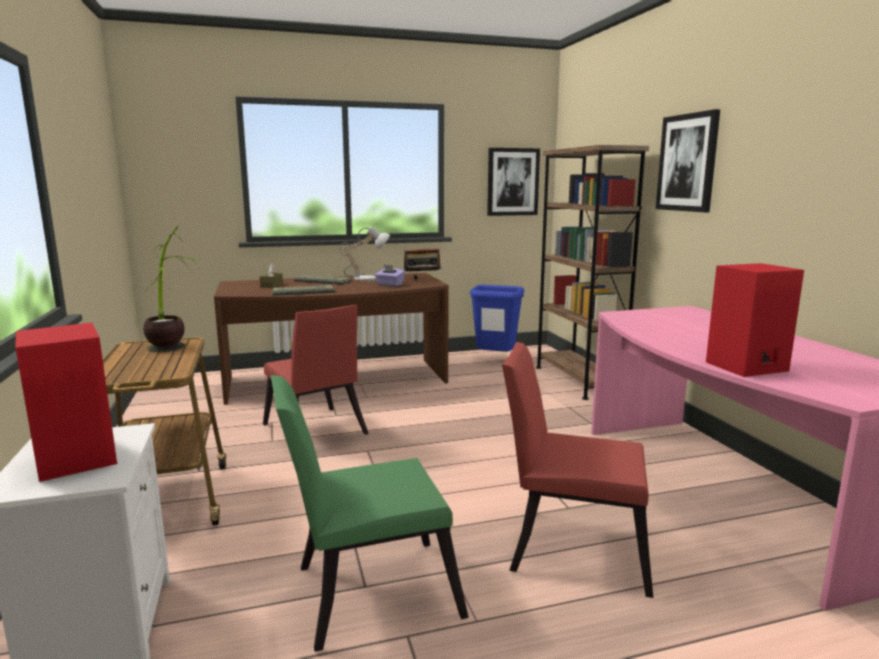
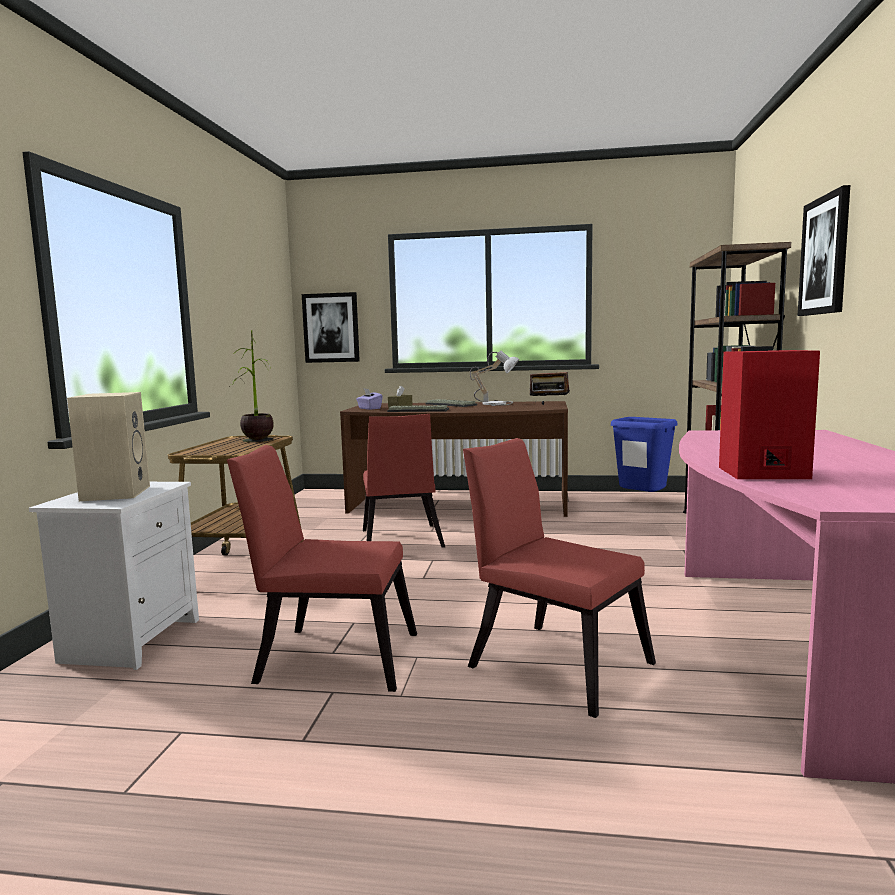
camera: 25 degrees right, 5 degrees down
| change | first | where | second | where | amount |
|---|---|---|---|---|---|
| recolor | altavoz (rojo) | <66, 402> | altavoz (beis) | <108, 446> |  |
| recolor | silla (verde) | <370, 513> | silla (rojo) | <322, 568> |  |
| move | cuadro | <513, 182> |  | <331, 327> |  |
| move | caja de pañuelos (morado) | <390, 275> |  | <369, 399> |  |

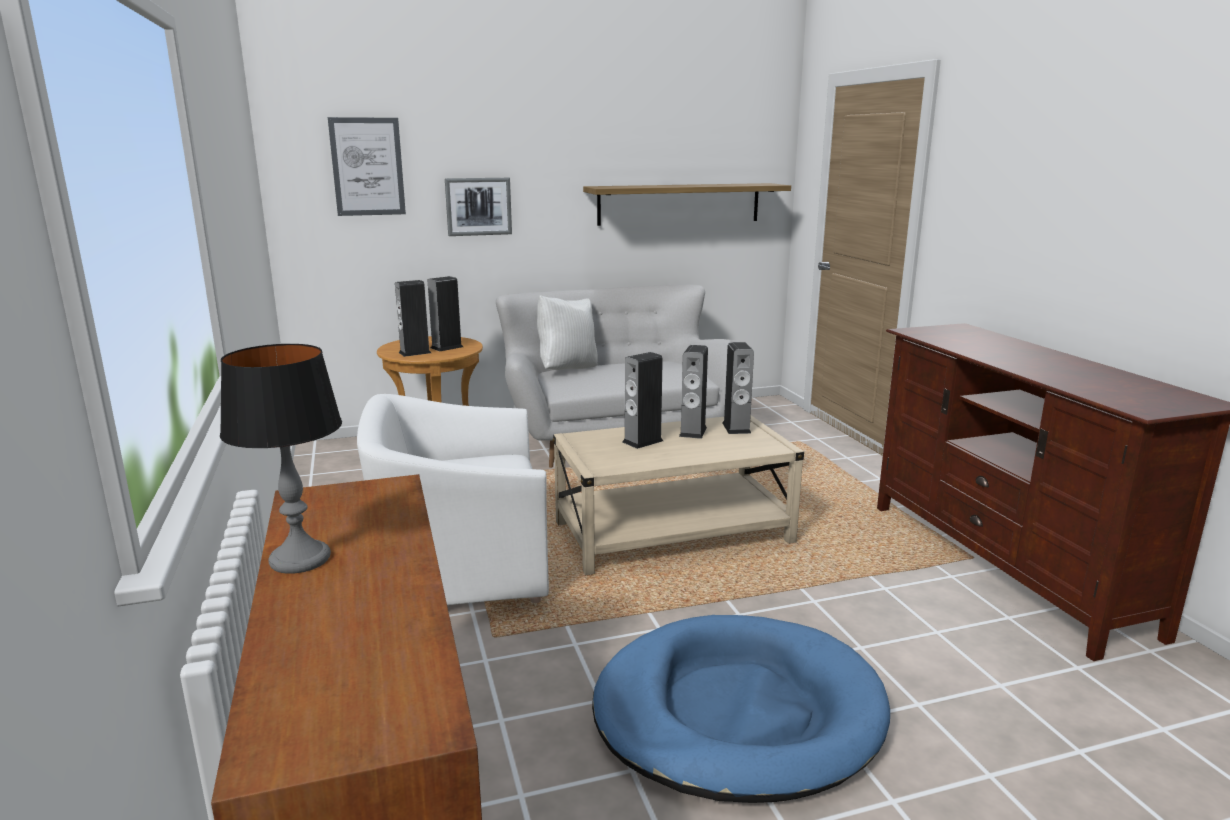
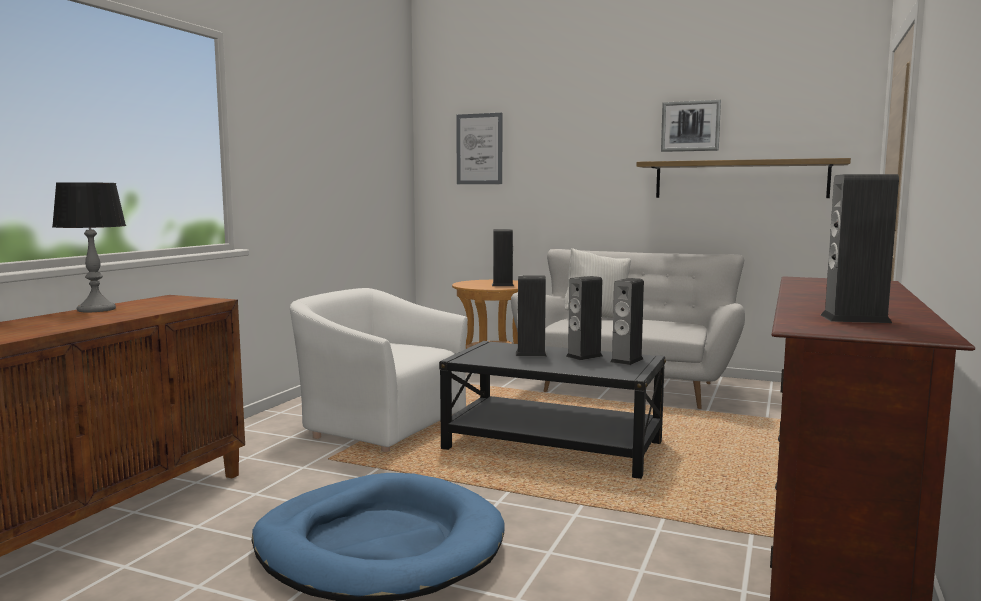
camera: 40 degrees right, 10 degrees down
| change | first | where | second | where | amount |
|---|---|---|---|---|---|
| recolor | mesa de centro (beis) | <678, 495> | mesa de centro (negro) | <552, 410> |  |
| move | cuadro | <478, 207> |  | <691, 126> |  |
| move | altavoz | <413, 318> |  | <860, 248> |  |

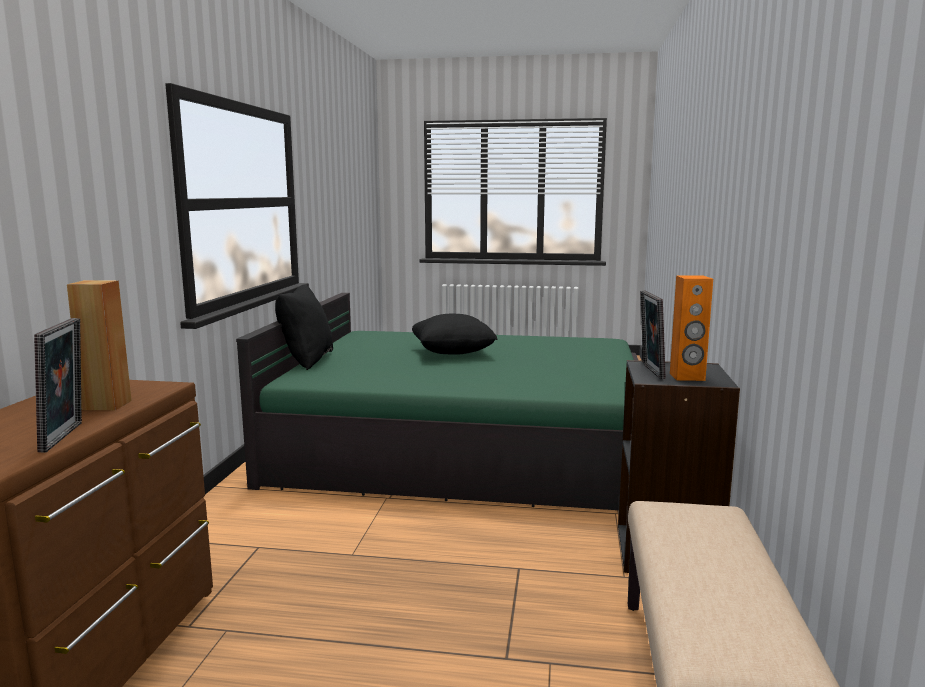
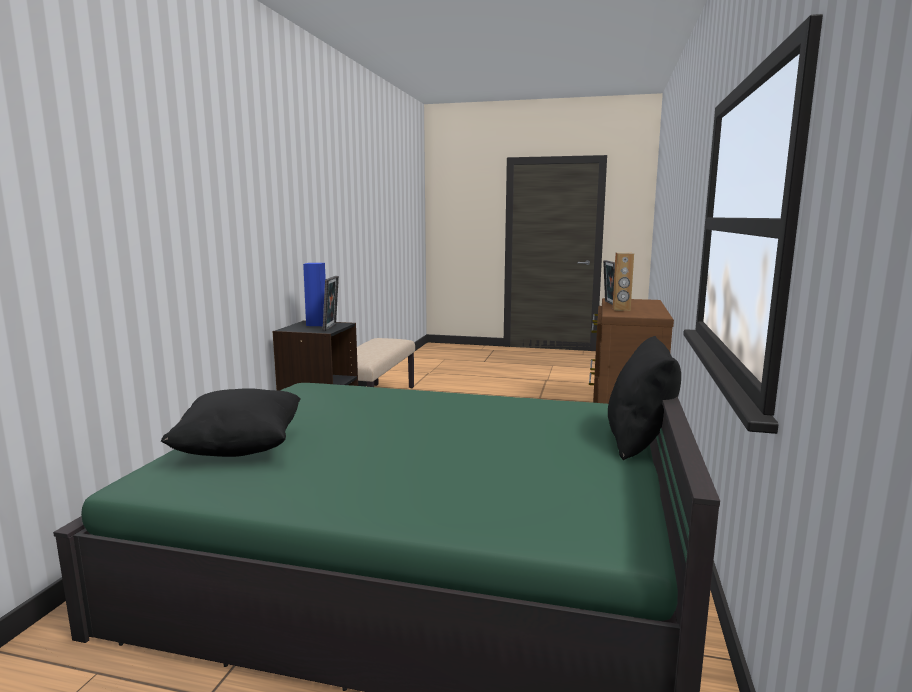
camera: 175 degrees left, 0 degrees up
| change | first | where | second | where | amount |
|---|---|---|---|---|---|
| move | cojín (negro) | <455, 334> |  | <230, 422> |  |
| recolor | altavoz (naranja) | <691, 328> | altavoz (azul) | <314, 294> |  |

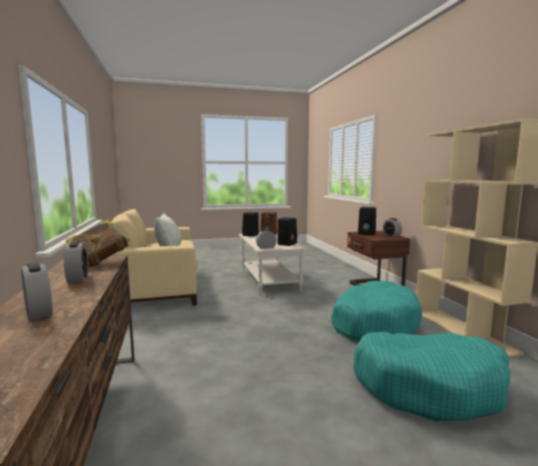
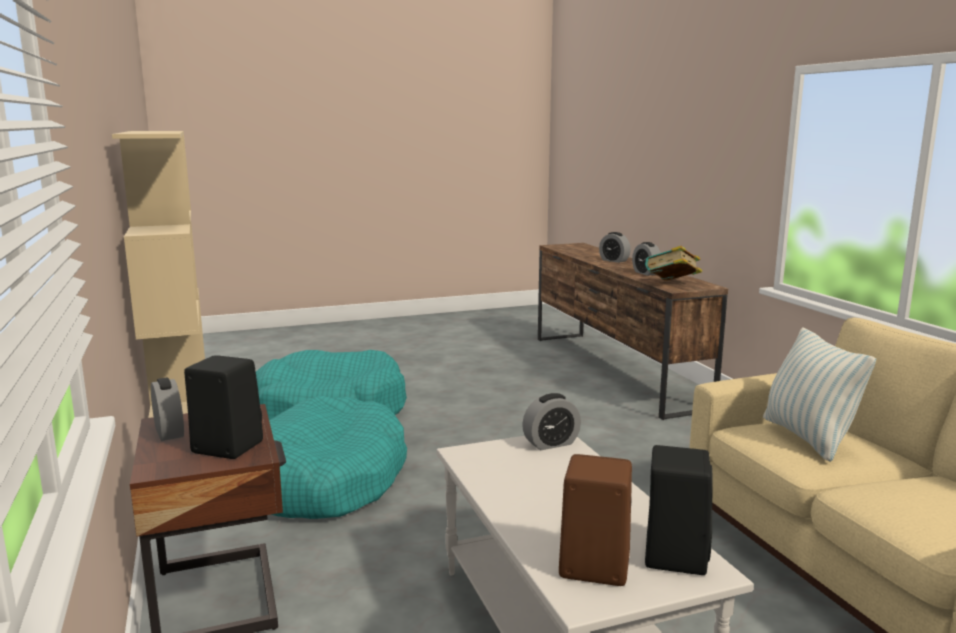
camera: 175 degrees right, 5 degrees up
| change | first | where | second | where | amount |
|---|---|---|---|---|---|
| delete | altavoz (negro) | <287, 231> |  |  |  |

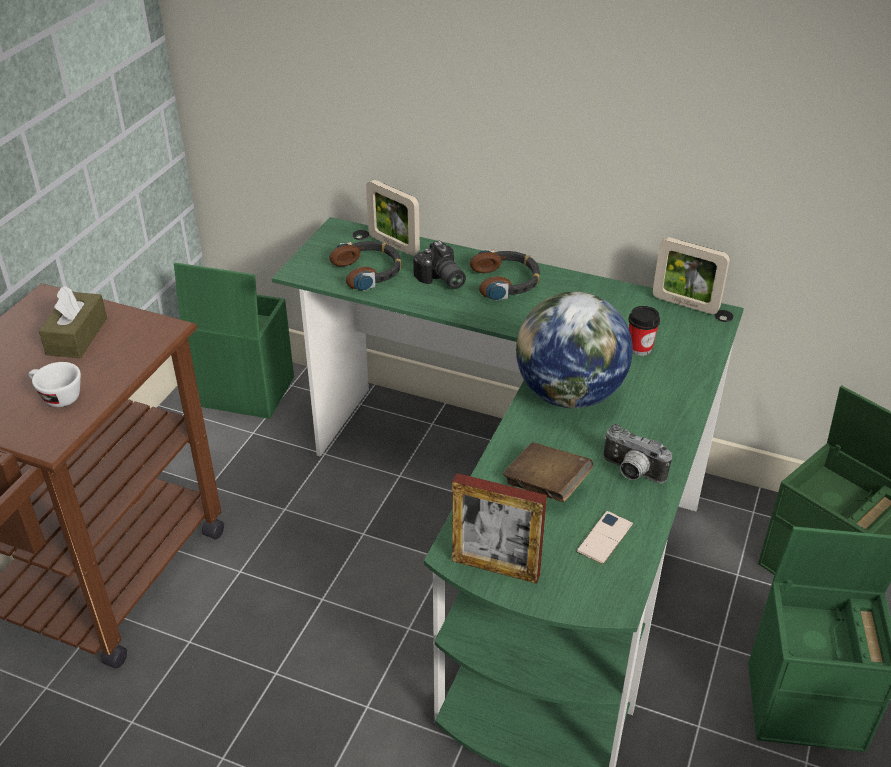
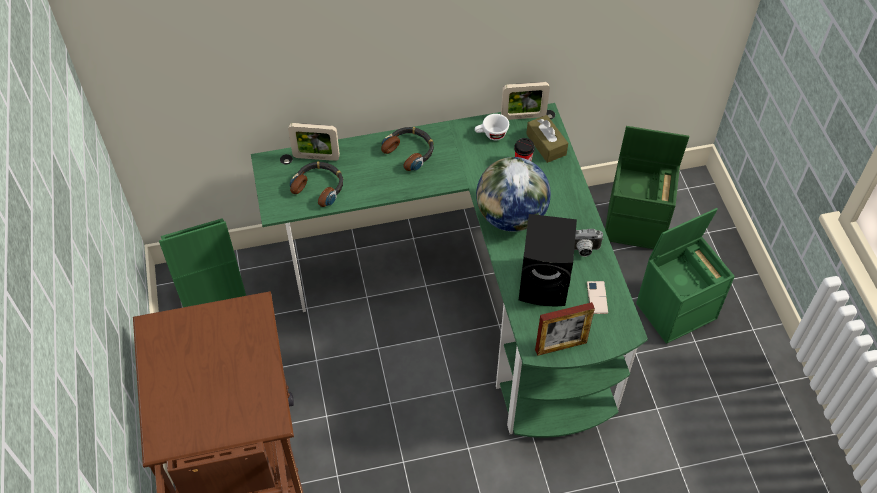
camera: 35 degrees left, 15 degrees up
| change | first | where | second | where | amount |
|---|---|---|---|---|---|
| move | taza (blanco) | <54, 384> |  | <492, 127> |  |
| replace | libro (marrón) | <548, 472> | altavoz (negro) | <548, 260> |  |
| move | caja de pañuelos (marrón) | <73, 322> |  | <547, 139> |  |
| delete | cámara | <439, 265> |  |  |  |

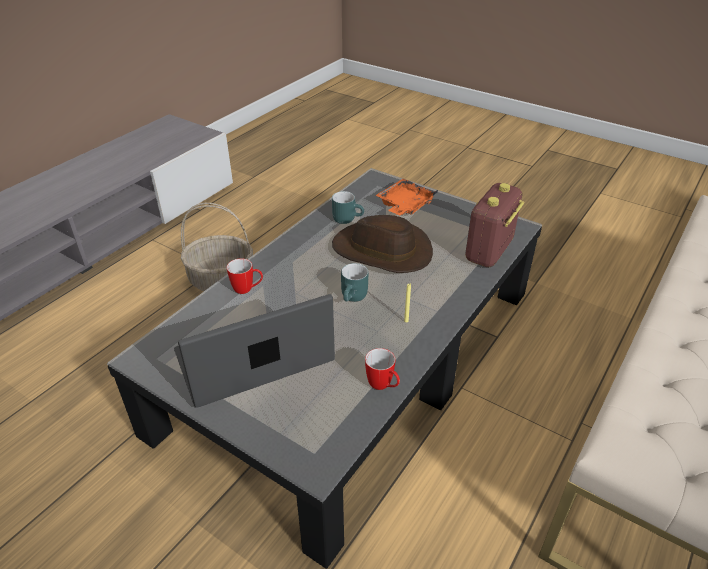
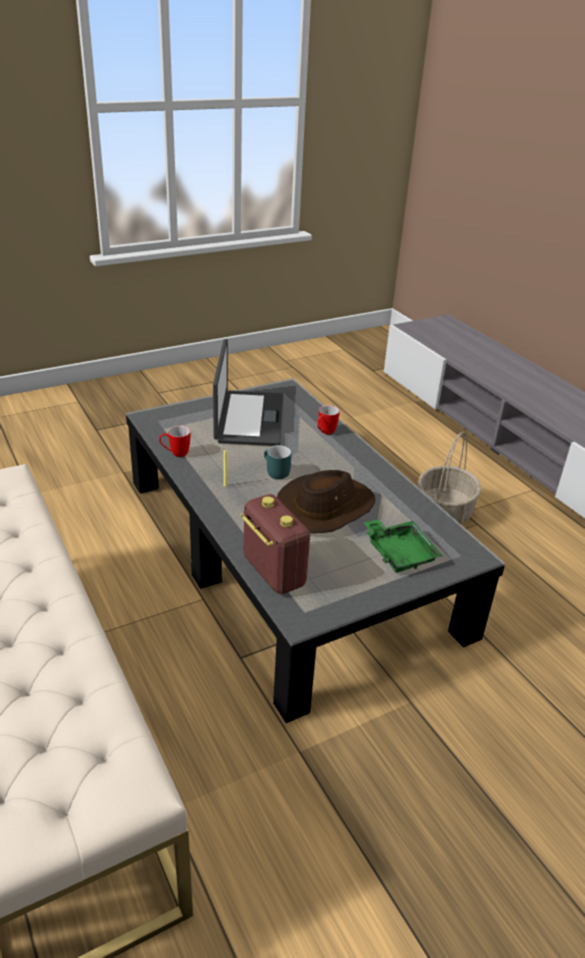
camera: 115 degrees right, 5 degrees down
| change | first | where | second | where | amount |
|---|---|---|---|---|---|
| recolor | bandeja (naranja) | <406, 197> | bandeja (verde) | <403, 546> |  |
| delete | taza grande (turquesa) | <348, 207> |  |  |  |

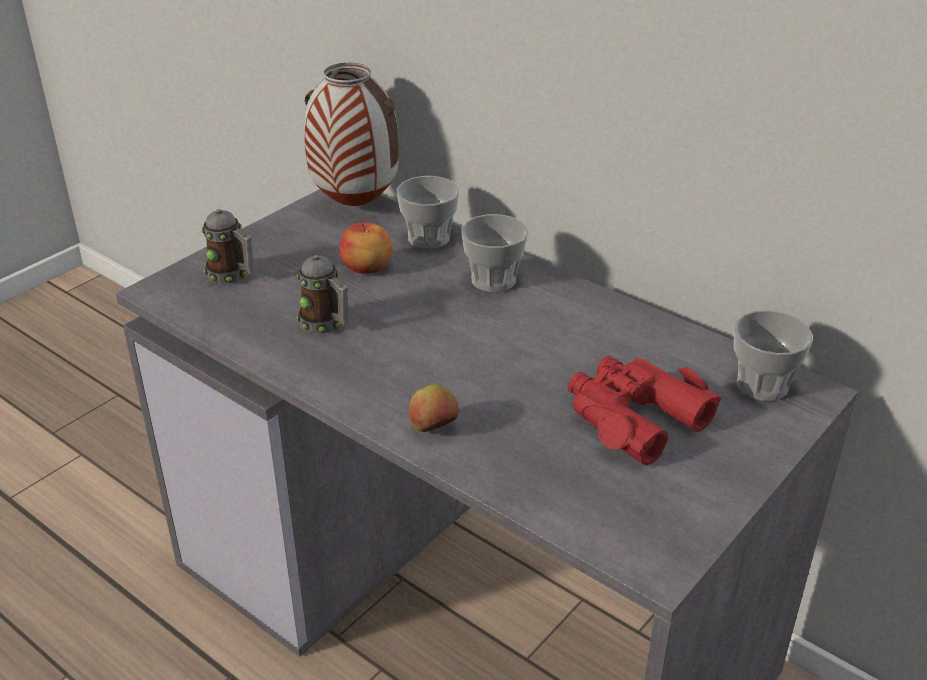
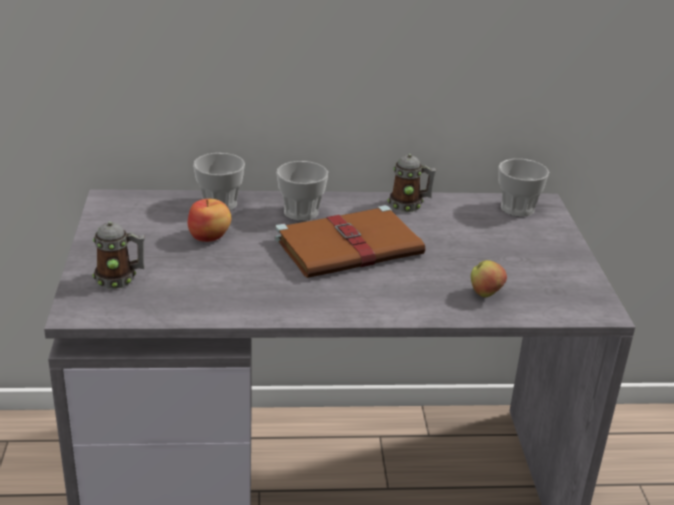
camera: 45 degrees left, 5 degrees down
| change | first | where | second | where | amount |
|---|---|---|---|---|---|
| insert |  |  | libro (marrón) | <350, 241> |  |
| move | taza grande | <323, 294> |  | <412, 183> |  |
| move | manzana | <434, 408> |  | <489, 278> |  |
| delete | florero | <351, 134> |  |  |  |
| delete | prismáticos (rojo) | <644, 410> |  |  |  |

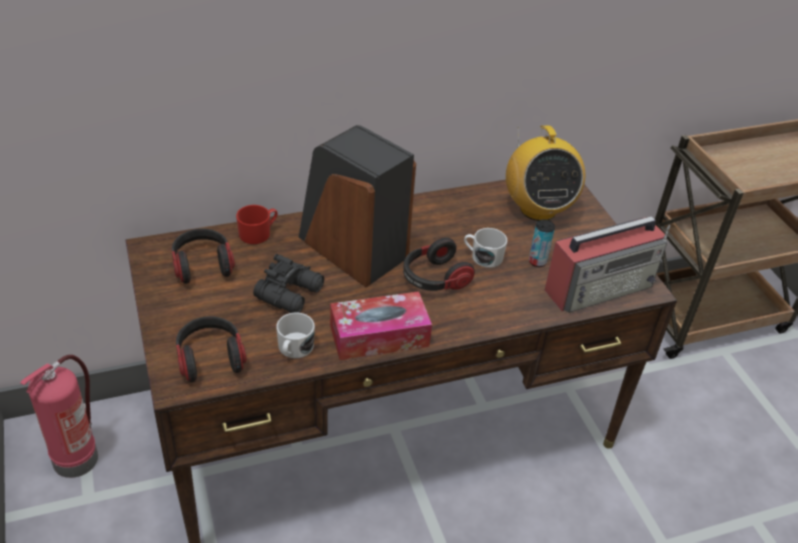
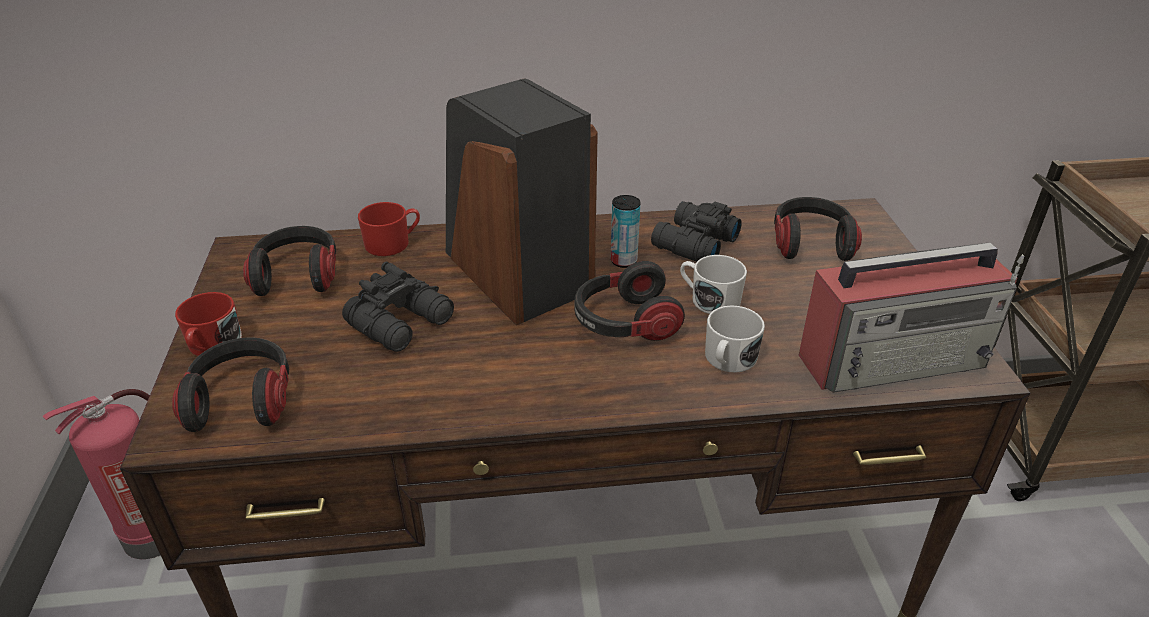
camera: 15 degrees right, 5 degrees down
| change | first | where | second | where | amount |
|---|---|---|---|---|---|
| insert |  |  | taza grande (rojo) | <208, 324> |  |
| move | lata | <542, 243> |  | <626, 231> |  |
| insert |  |  | prismáticos (negro) | <696, 231> |  |
| move | taza grande (blanco) | <295, 335> |  | <735, 339> |  |
| replace | radio | <545, 173> | auriculares | <818, 229> |  |
| delete | caja de pañuelos | <381, 325> |  |  |  |

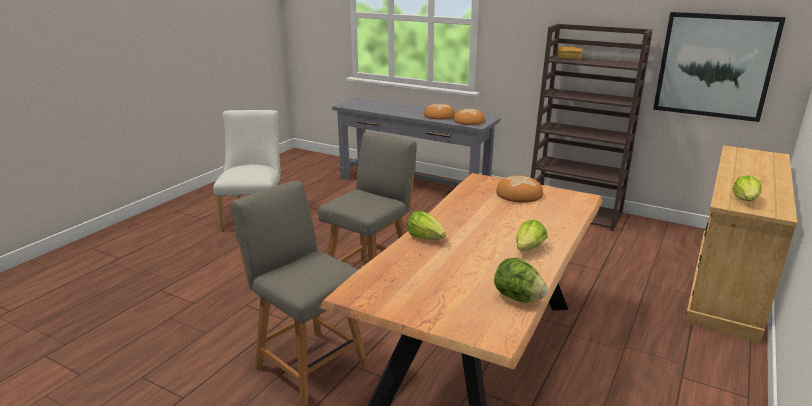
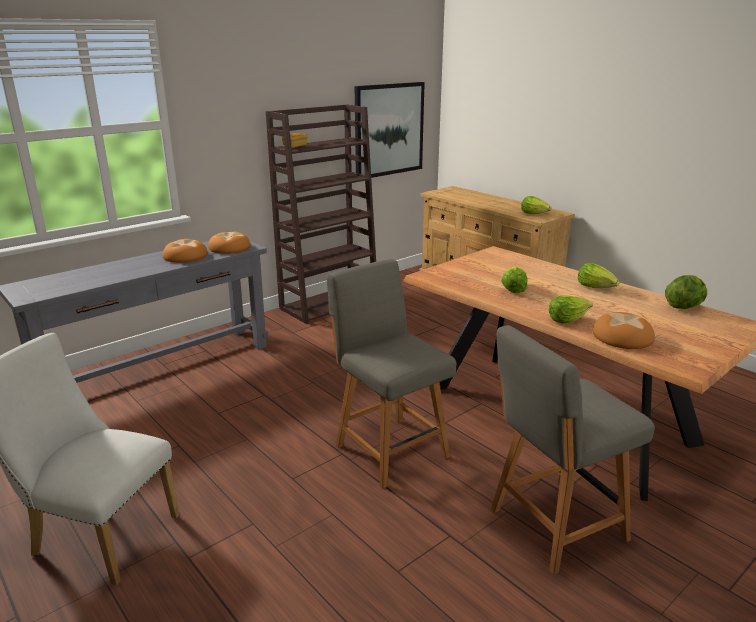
camera: 70 degrees left, 0 degrees up
| change | first | where | second | where | amount |
|---|---|---|---|---|---|
| insert |  |  | lechuga | <514, 280> |  |
| move | pan | <519, 189> |  | <623, 330> |  |

